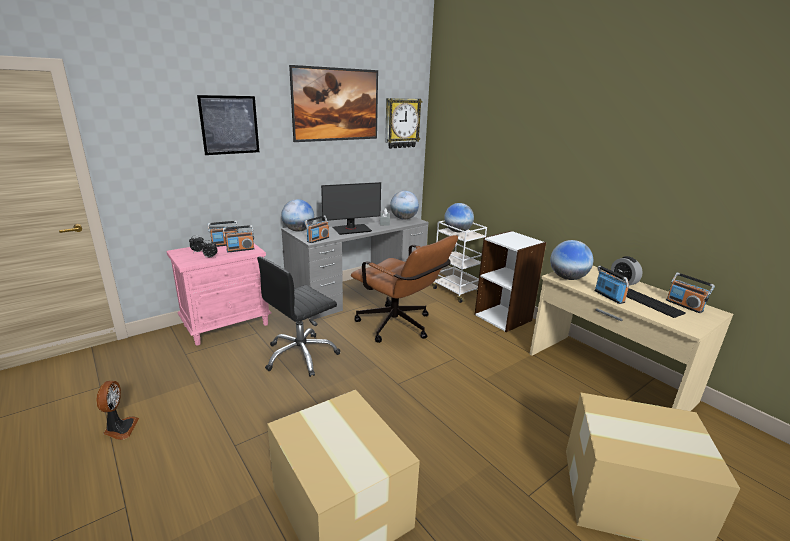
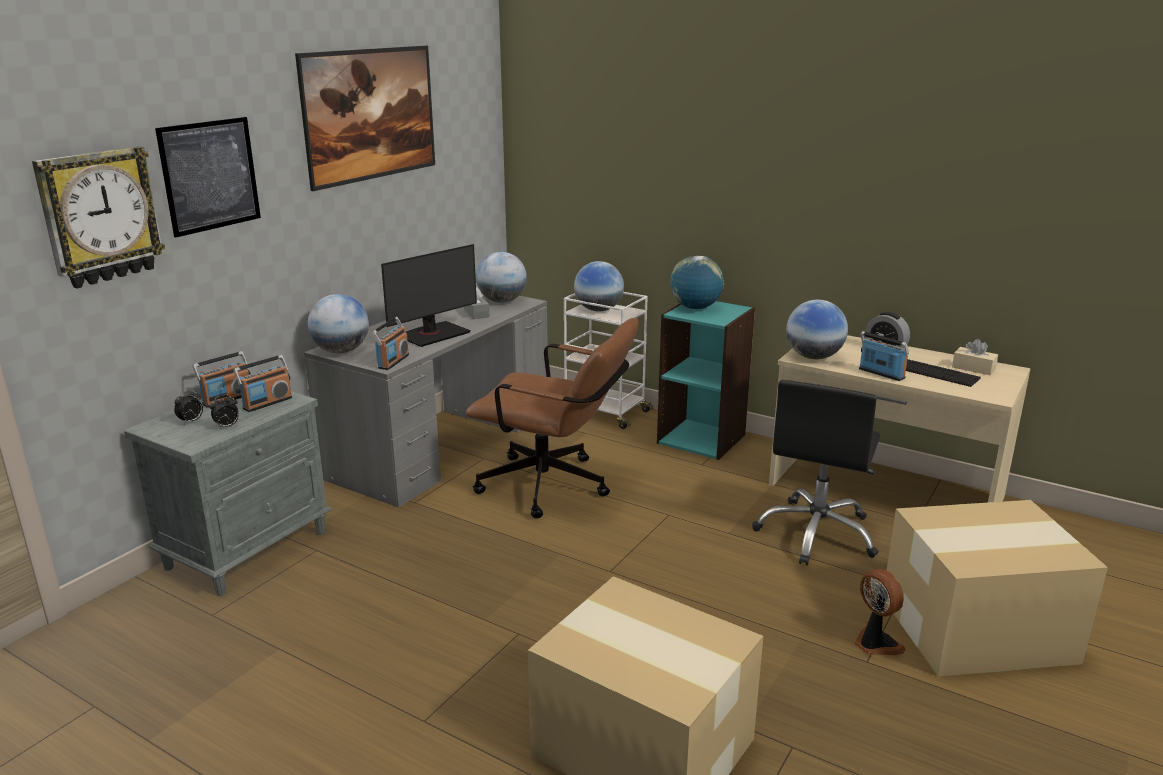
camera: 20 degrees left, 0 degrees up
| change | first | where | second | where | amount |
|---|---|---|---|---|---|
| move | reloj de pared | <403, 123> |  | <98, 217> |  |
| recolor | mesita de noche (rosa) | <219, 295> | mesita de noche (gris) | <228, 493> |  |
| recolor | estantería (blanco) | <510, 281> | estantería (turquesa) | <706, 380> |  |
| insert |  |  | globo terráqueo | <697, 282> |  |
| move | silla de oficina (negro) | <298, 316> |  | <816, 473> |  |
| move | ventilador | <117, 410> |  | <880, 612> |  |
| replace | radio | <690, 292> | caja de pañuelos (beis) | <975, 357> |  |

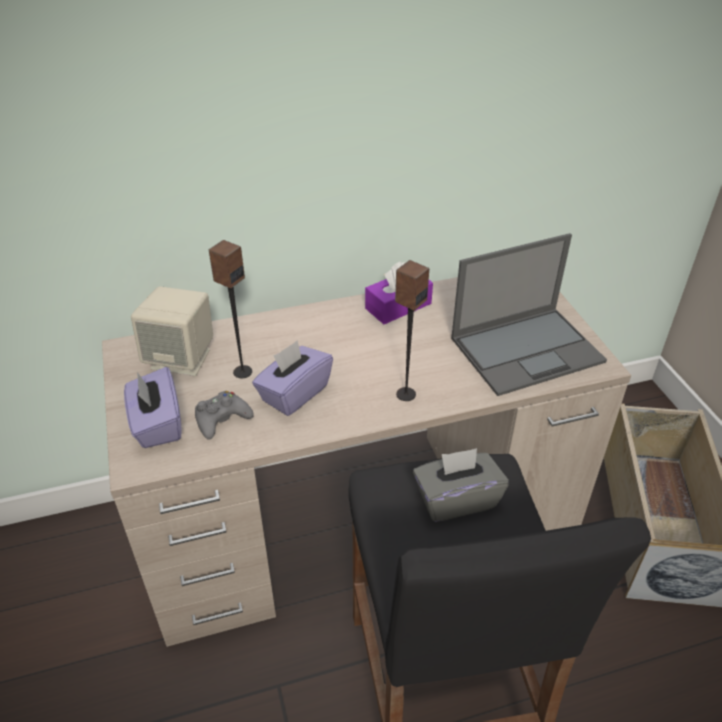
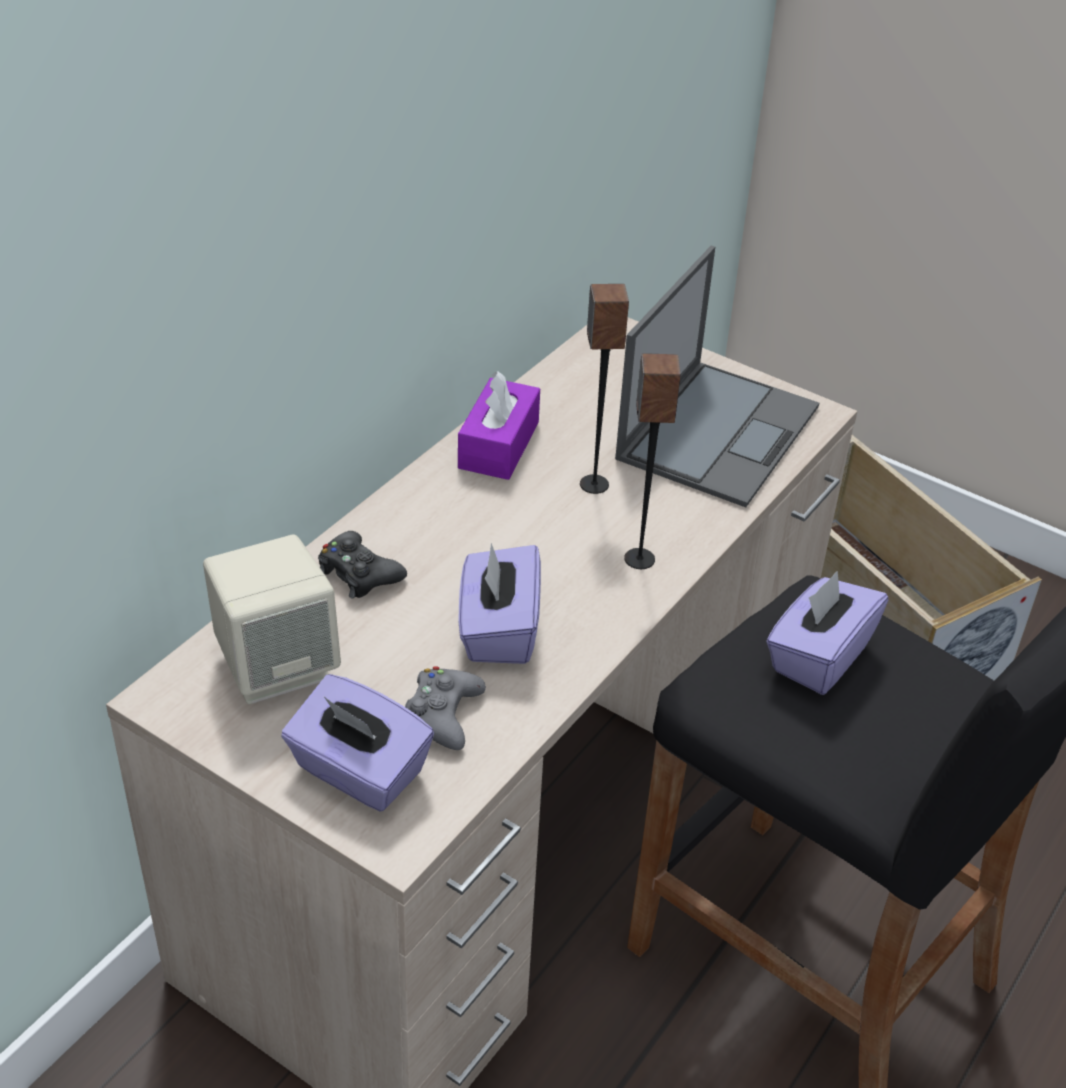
camera: 40 degrees left, 0 degrees up
| change | first | where | second | where | amount |
|---|---|---|---|---|---|
| insert |  |  | mando de consola (negro) | <362, 565> |  |
| move | altavoz | <230, 309> |  | <604, 389> |  |
| recolor | caja de pañuelos (gris) | <461, 485> | caja de pañuelos (morado) | <827, 633> |  |

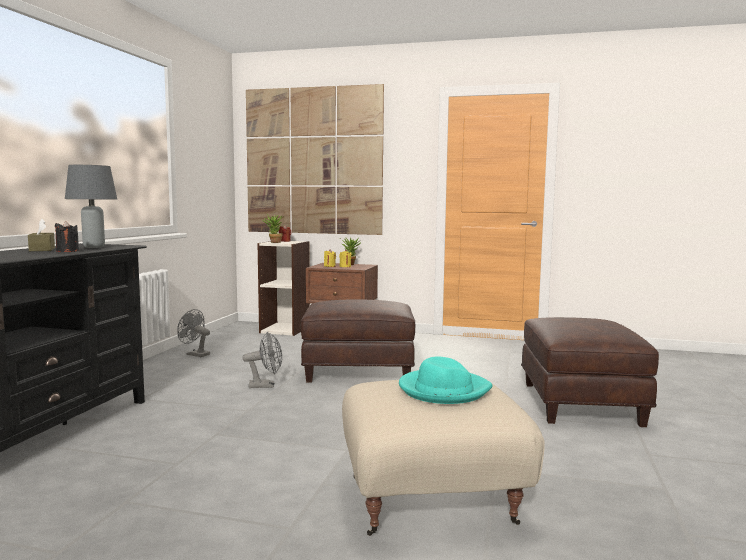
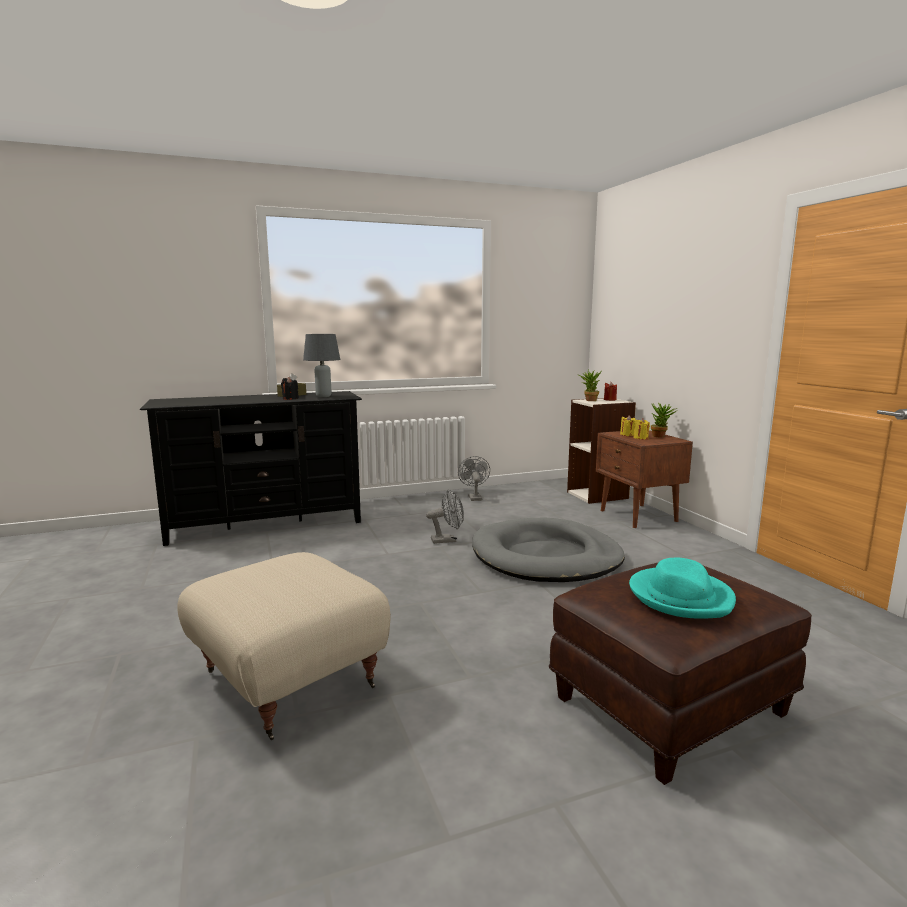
camera: 55 degrees right, 5 degrees up
| change | first | where | second | where | amount |
|---|---|---|---|---|---|
| rotate | ventilador (gris) | <262, 360> |  | <445, 516> | 60 degrees counterclockwise |
| replace | puf (marrón) | <358, 341> | cama para perro (gris) | <548, 549> |  |
| move | sombrero (turquesa) | <446, 380> |  | <682, 588> |  |
| delete | cuadro | <315, 159> |  |  |  |

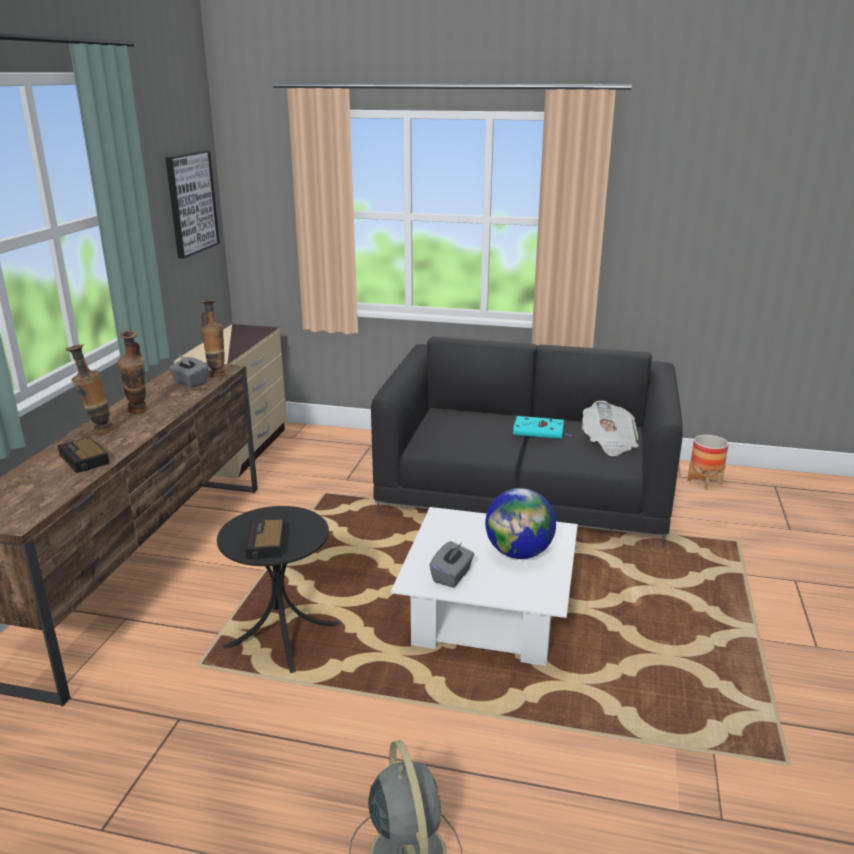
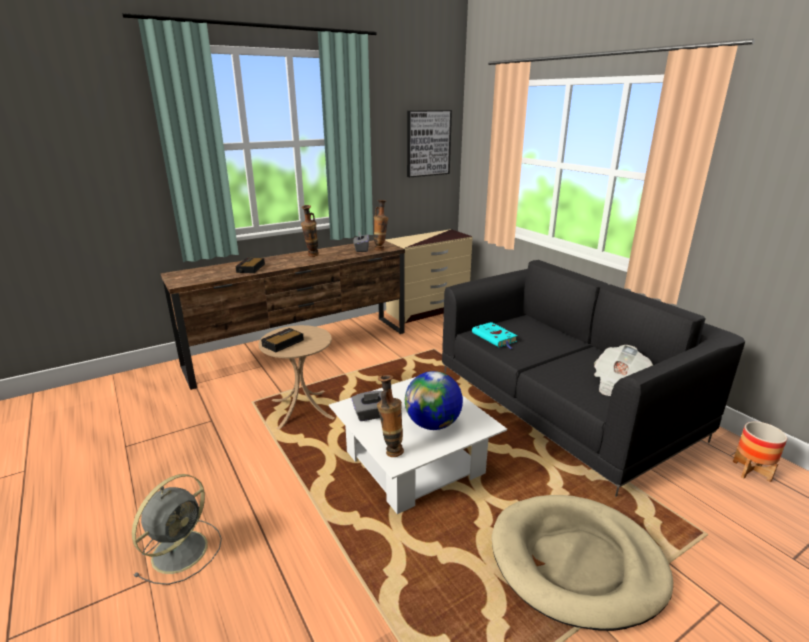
camera: 45 degrees right, 0 degrees up
| change | first | where | second | where | amount |
|---|---|---|---|---|---|
| recolor | mesa auxiliar (negro) | <278, 589> | mesa auxiliar (beis) | <297, 377> |  |
| move | florero | <90, 389> |  | <390, 416> |  |
| move | libro (turquesa) | <542, 427> |  | <495, 335> |  |
| insert |  |  | cama para perro (beis) | <582, 563> |  |

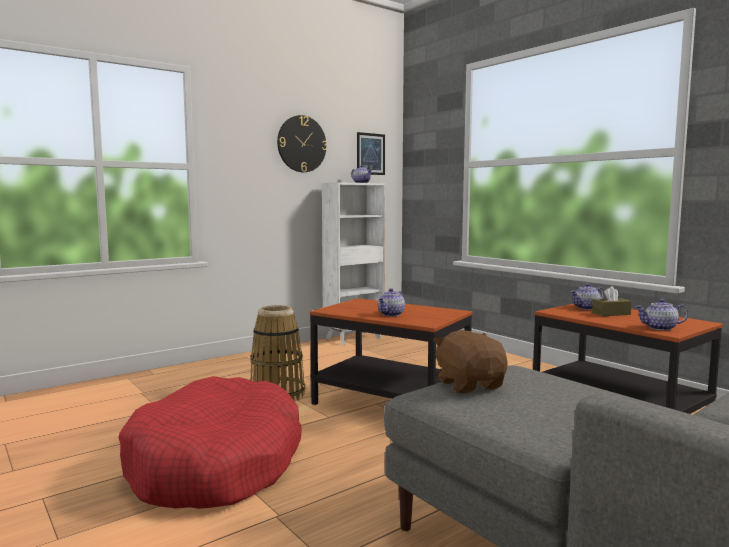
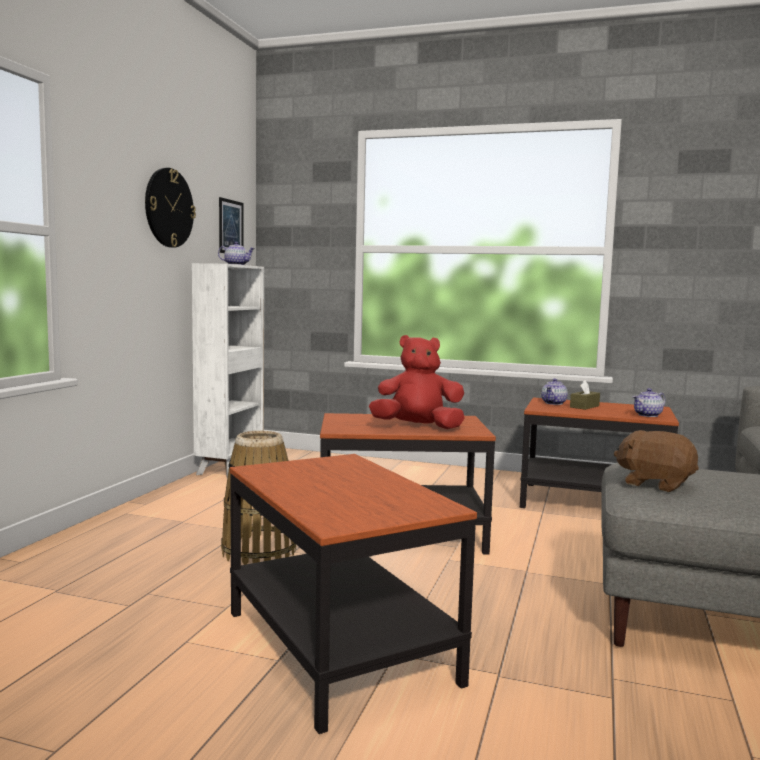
camera: 35 degrees left, 0 degrees up
| change | first | where | second | where | amount |
|---|---|---|---|---|---|
| replace | cama para perro (rojo) | <210, 442> | mesa auxiliar | <353, 594> |  |
| replace | tetera | <391, 302> | peluche (rojo) | <417, 382> |  |

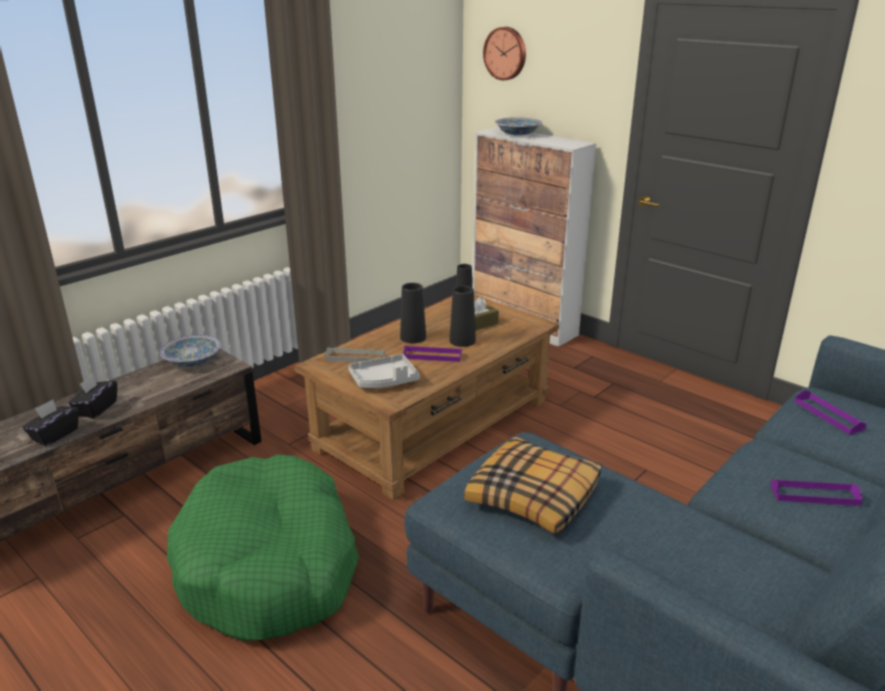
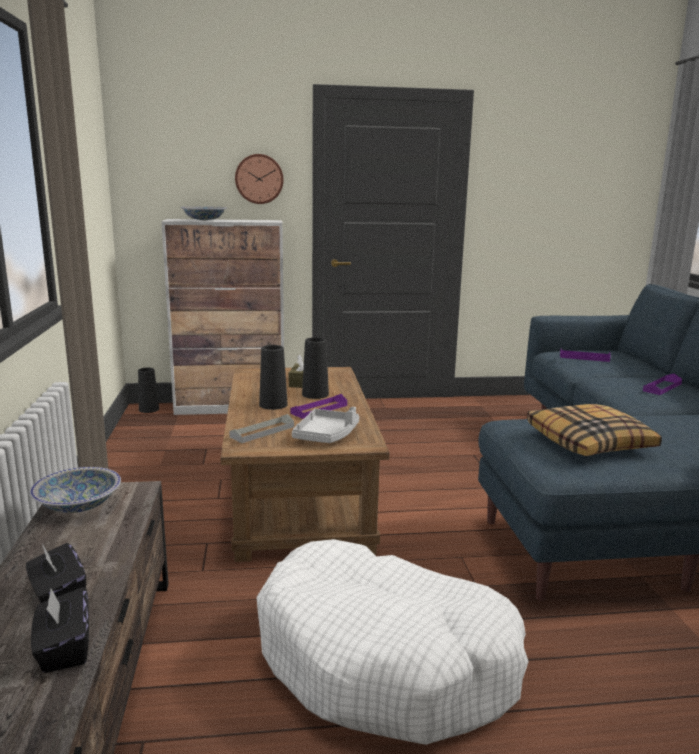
camera: 50 degrees left, 10 degrees down
| change | first | where | second | where | amount |
|---|---|---|---|---|---|
| move | reloj de pared | <504, 53> |  | <259, 179> |  |
| recolor | cama para perro (verde) | <263, 548> | cama para perro (blanco) | <392, 642> |  |

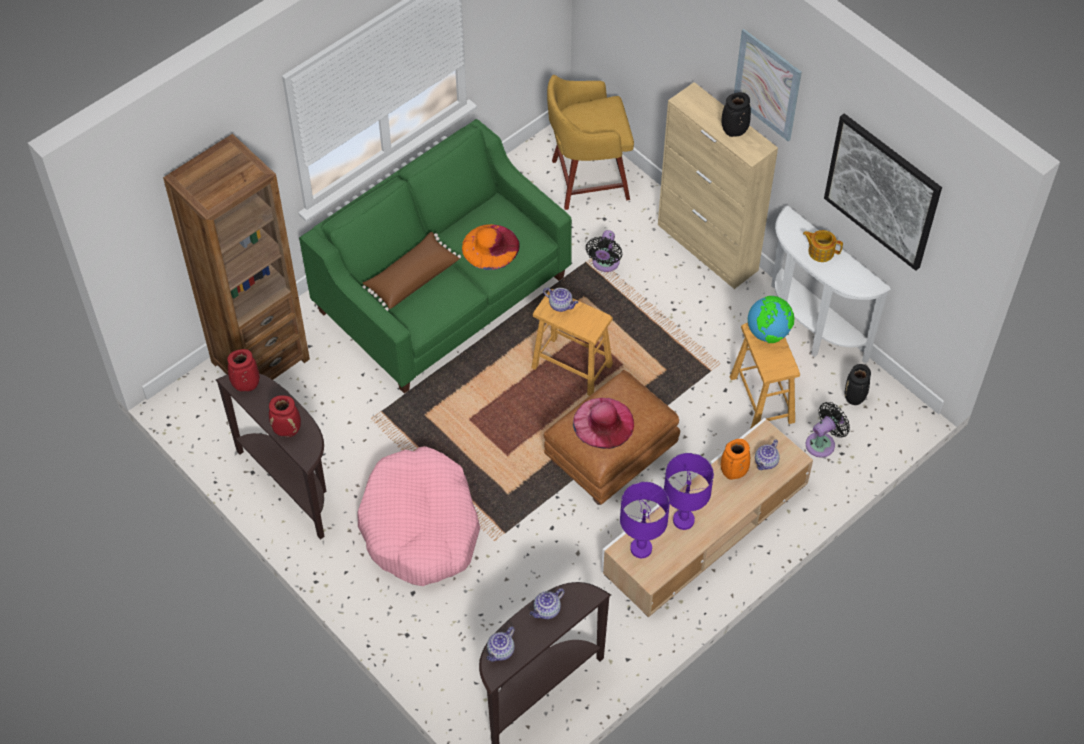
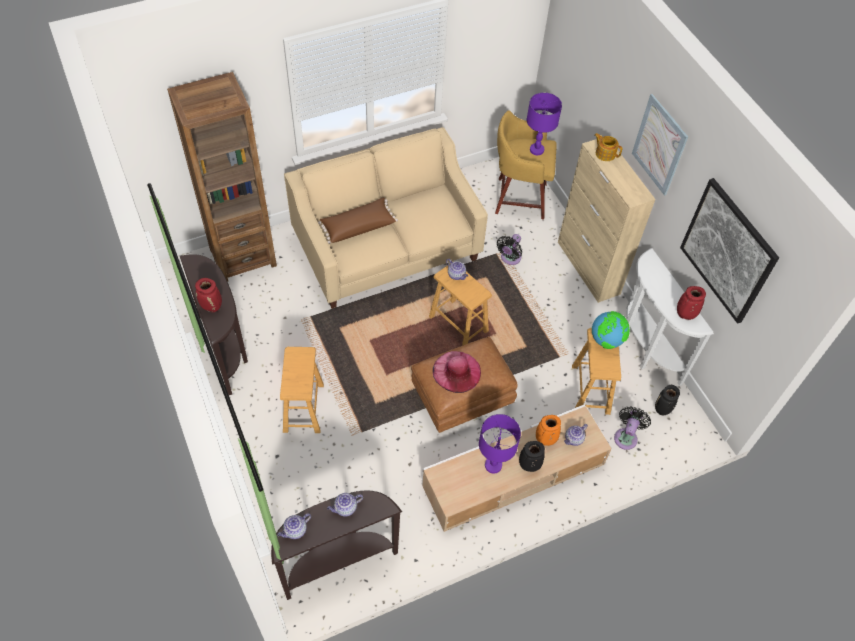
camera: 15 degrees right, 0 degrees up
| change | first | where | second | where | amount |
|---|---|---|---|---|---|
| replace | cama para perro (rosa) | <418, 516> | taburete (marrón) | <302, 390> |  |
| recolor | sofá (verde) | <435, 256> | sofá (beis) | <386, 218> |  |
| move | florero (negro) | <736, 114> |  | <532, 456> |  |
| move | lámpara de mesa (morado) | <645, 520> |  | <544, 124> |  |
| move | tetera | <823, 246> |  | <608, 147> |  |
| rotate | ventilador (negro) | <828, 430> |  | <632, 428> | 45 degrees counterclockwise |
| move | florero (rojo) | <243, 370> |  | <691, 303> |  |
| delete | sombrero (naranja) | <491, 247> |  |  |  |

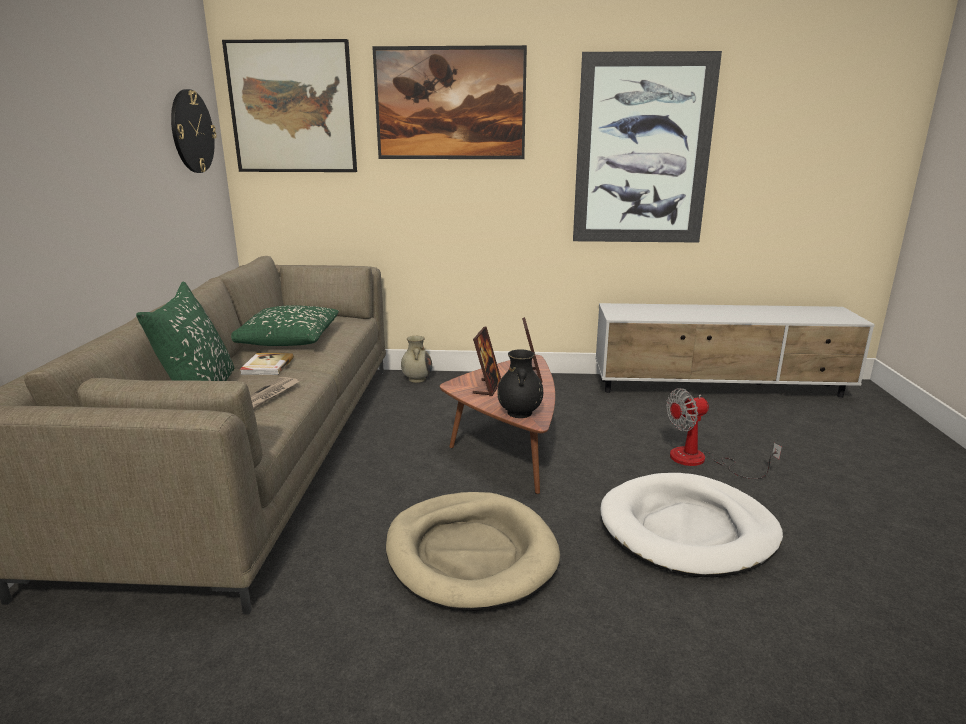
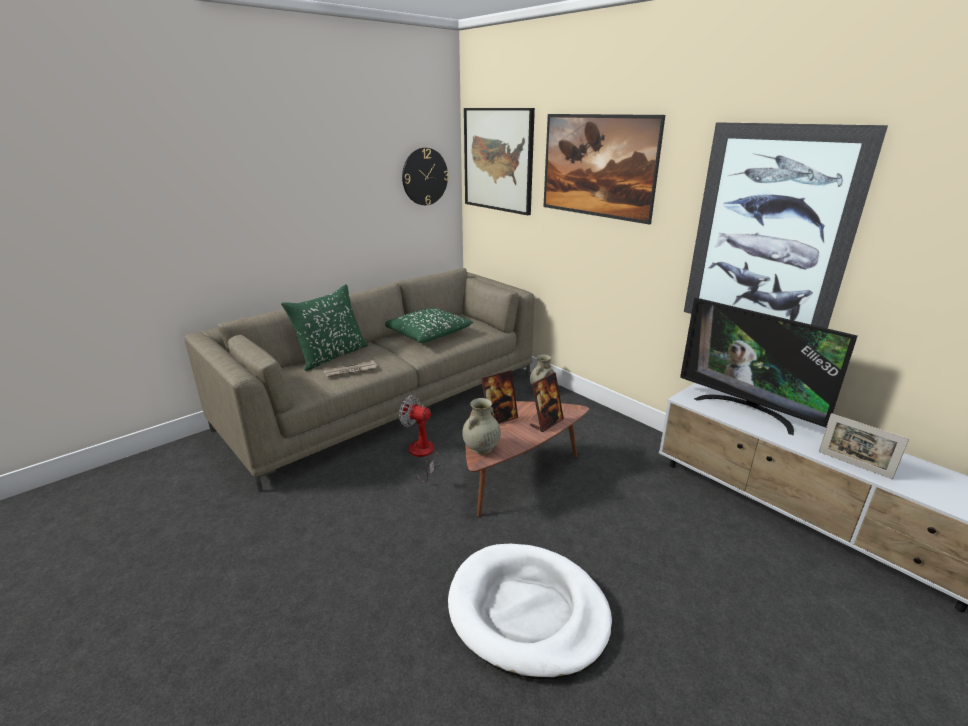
camera: 45 degrees right, 5 degrees up
| change | first | where | second | where | amount |
|---|---|---|---|---|---|
| move | ventilador | <724, 433> |  | <419, 439> |  |
| recolor | florero (negro) | <520, 383> | florero (beis) | <481, 426> |  |
| insert |  |  | televisor | <768, 366> |  |
| insert |  |  | portarretratos | <864, 446> |  |
| delete | libro | <267, 364> |  |  |  |
| delete | cama para perro (beis) | <473, 551> |  |  |  |

